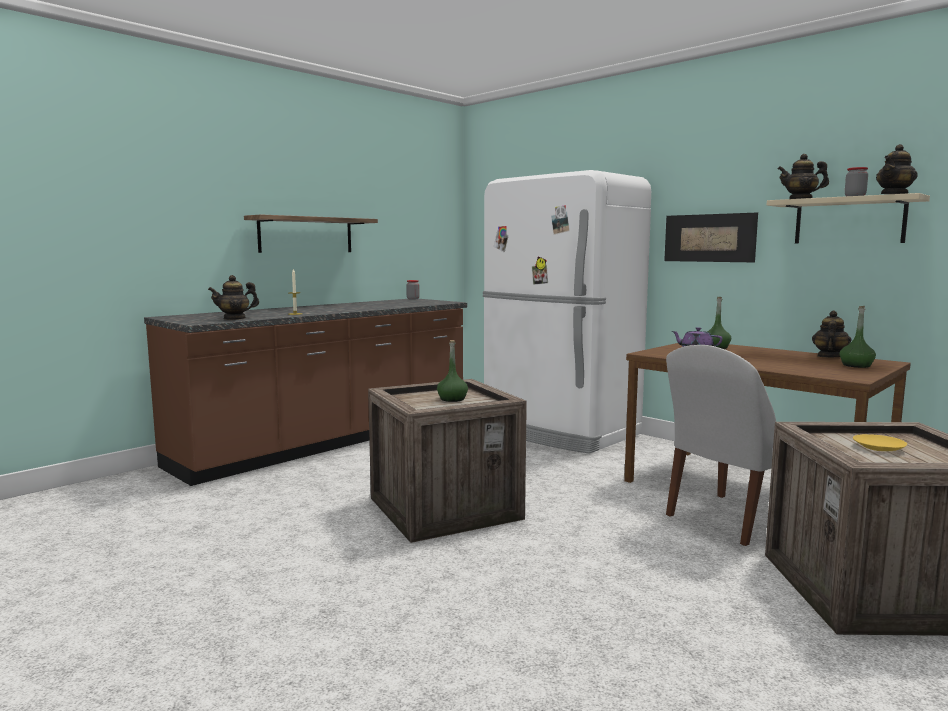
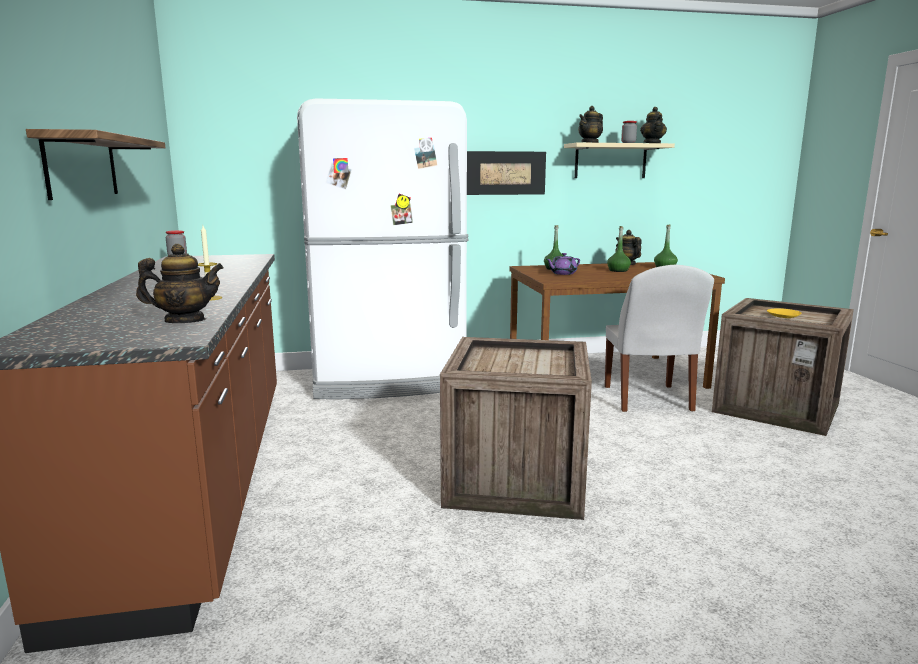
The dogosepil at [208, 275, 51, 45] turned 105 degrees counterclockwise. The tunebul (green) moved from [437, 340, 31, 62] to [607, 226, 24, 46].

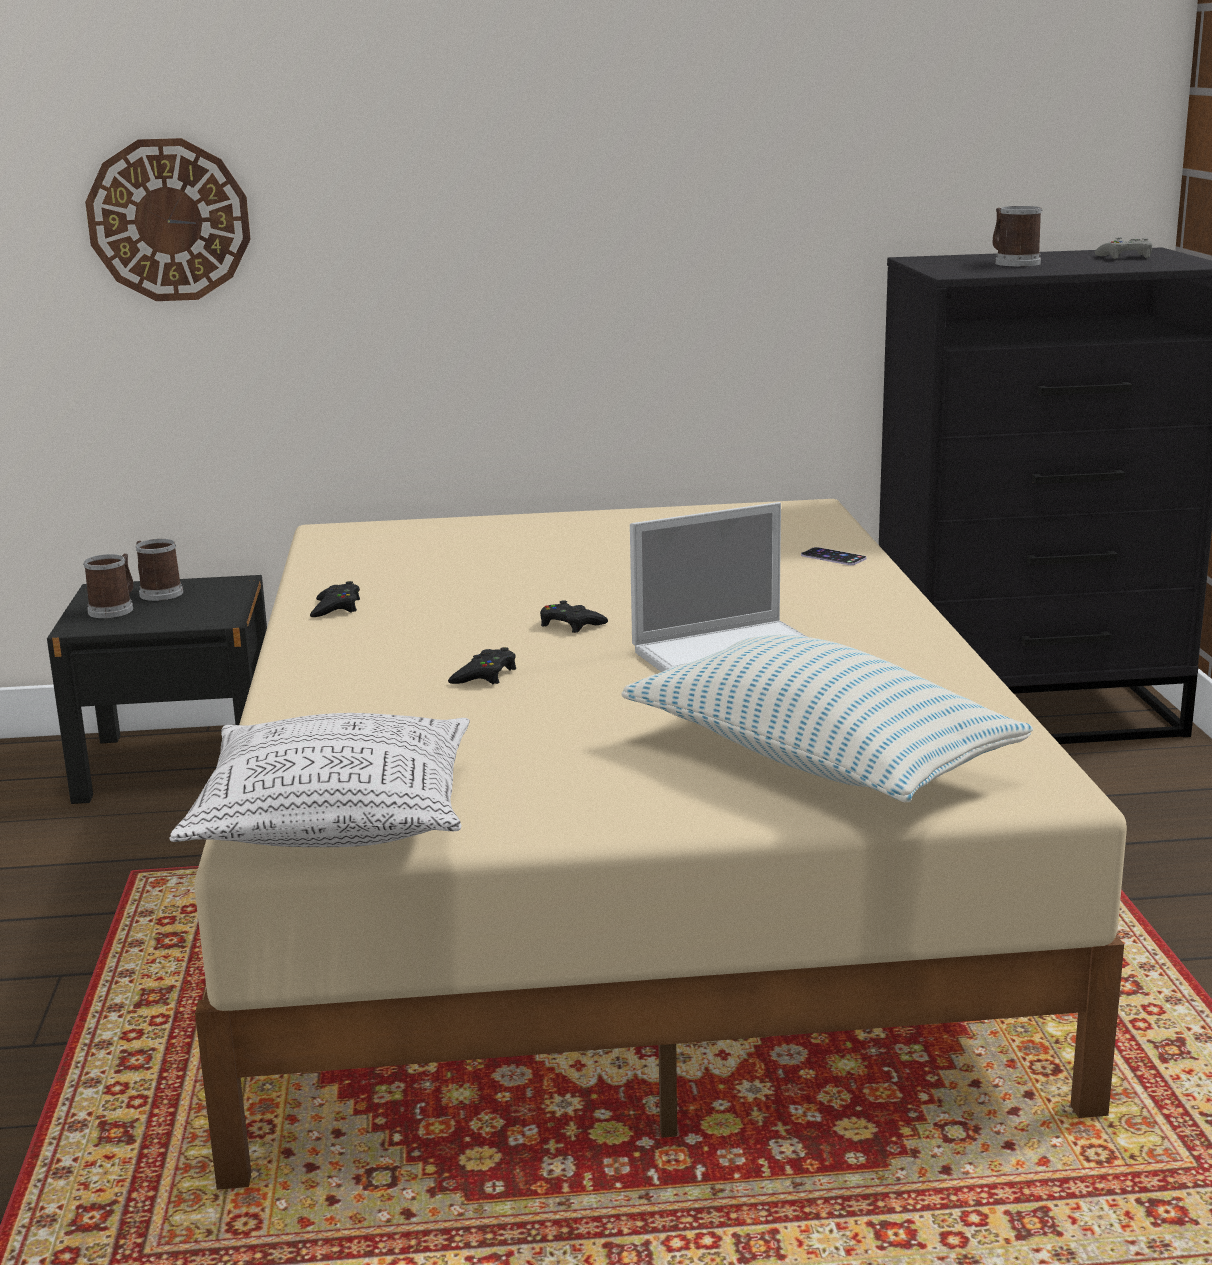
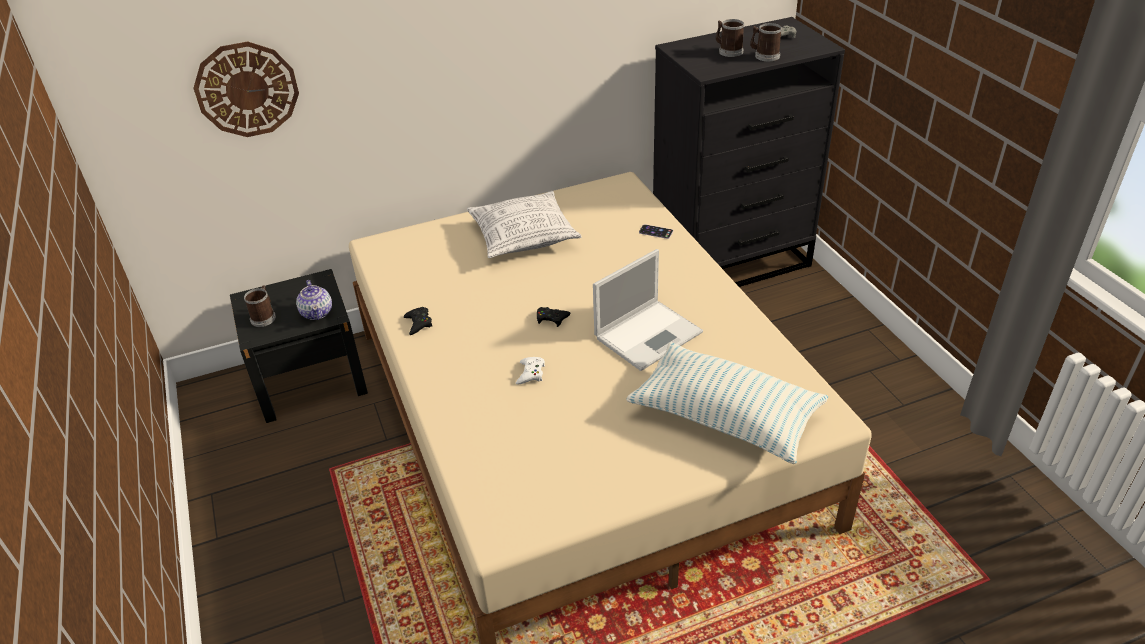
The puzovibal moved from [136, 539, 47, 62] to [750, 23, 32, 38]. The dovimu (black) at [448, 647, 68, 37] became the dovimu (white) at [516, 357, 29, 27]. The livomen moved from [169, 713, 301, 134] to [467, 191, 115, 67]. The dogosepil at [296, 280, 36, 40] appeared.

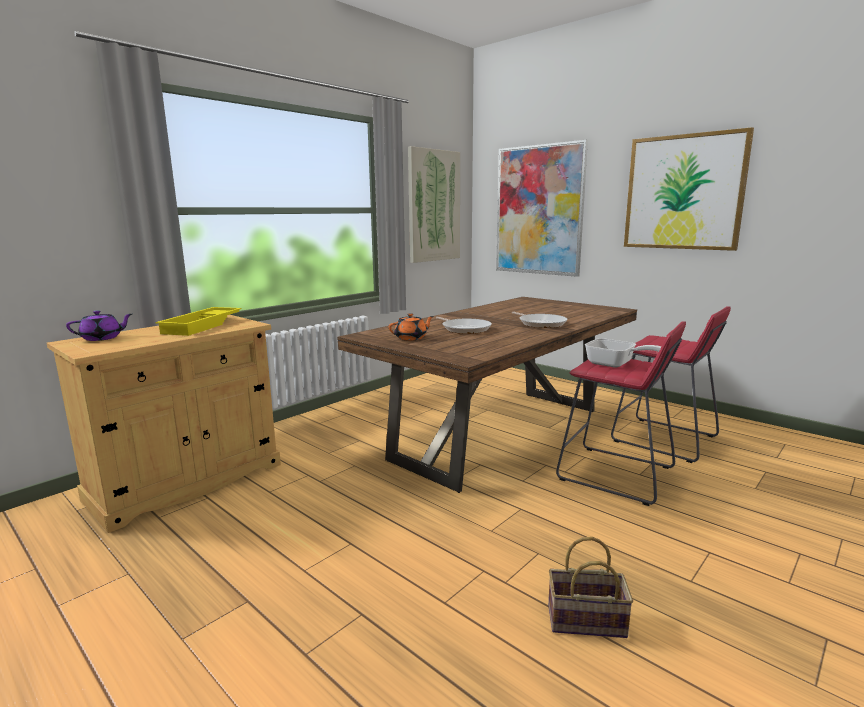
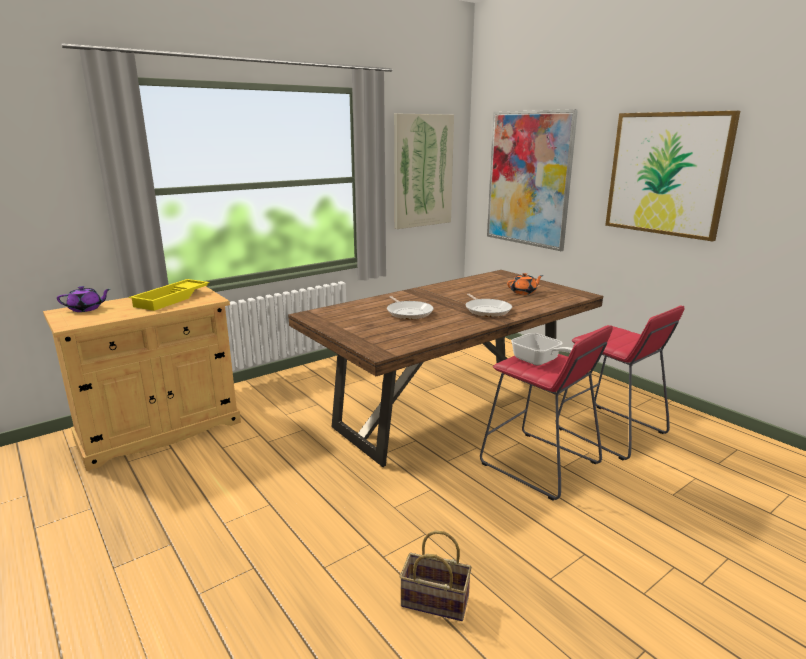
The dogosepil (orange) moved from [389, 313, 45, 28] to [507, 273, 36, 22].

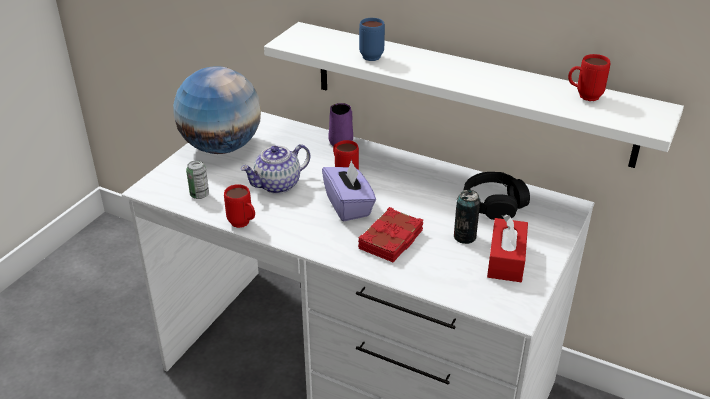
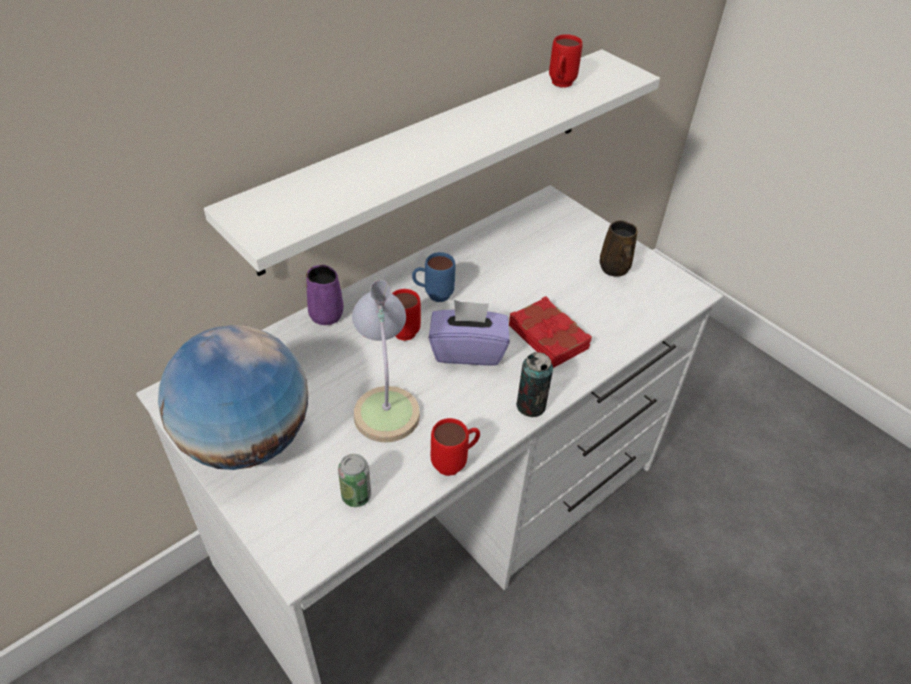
The puzovibal (blue) moved from [359, 18, 26, 43] to [412, 252, 44, 50]. The dogosepil at [240, 144, 70, 50] was replaced by the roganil at [352, 280, 68, 162]. The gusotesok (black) at [463, 172, 67, 48] disappeared. The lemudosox moved from [454, 190, 27, 54] to [516, 352, 37, 65]. The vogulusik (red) at [487, 215, 41, 67] was replaced by the puzovibal (brown) at [600, 220, 38, 57].

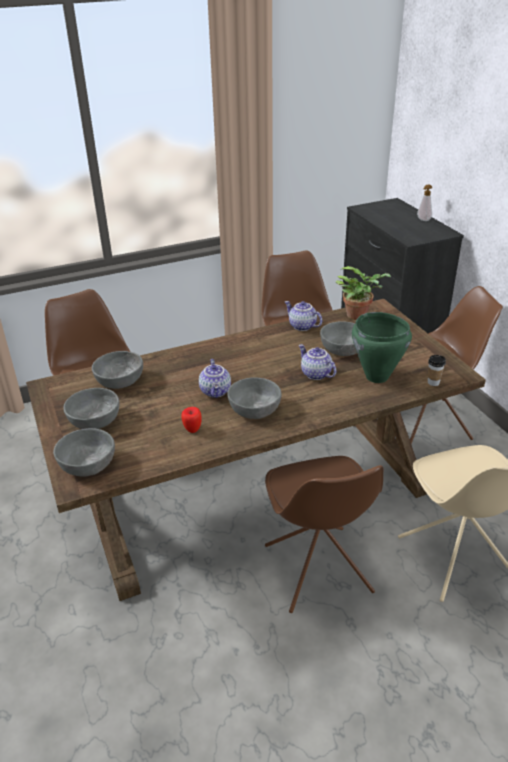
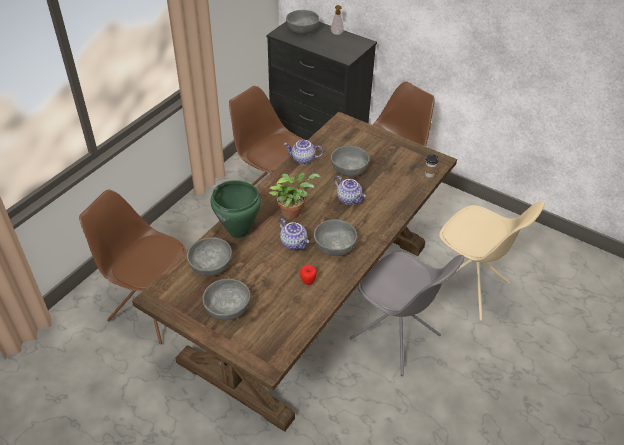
The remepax moved from [336, 266, 55, 54] to [269, 173, 52, 46]. The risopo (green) moved from [352, 312, 60, 71] to [211, 180, 50, 58]. The dogosepil at [299, 344, 37, 36] turned 150 degrees counterclockwise. The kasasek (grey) moved from [53, 428, 62, 49] to [286, 10, 34, 24]. The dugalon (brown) at [265, 456, 119, 157] became the dugalon (grey) at [350, 252, 114, 124].

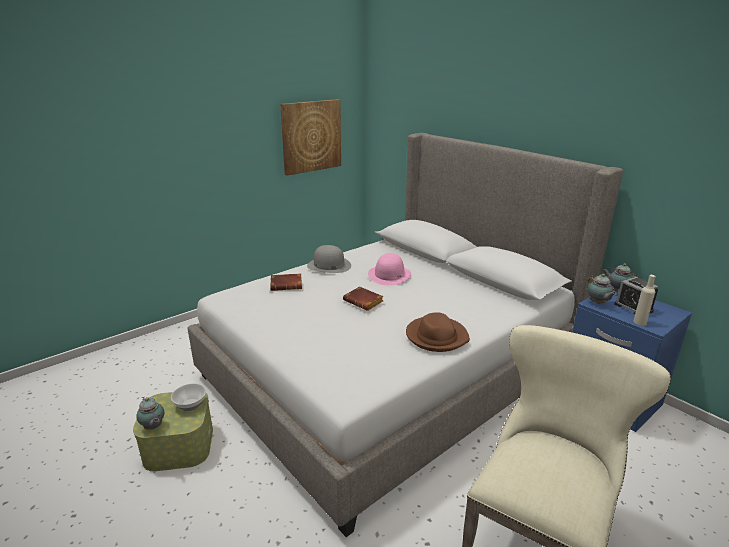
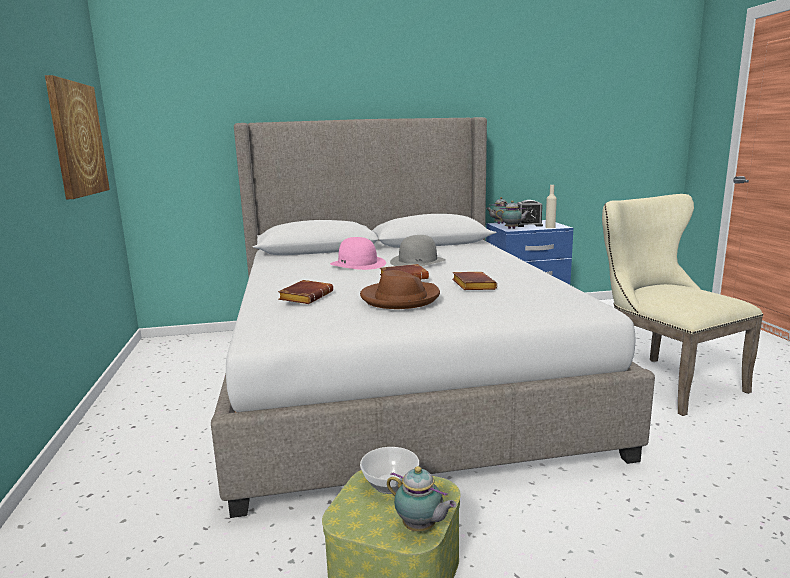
The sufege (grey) moved from [307, 245, 44, 28] to [390, 235, 56, 31]. The sufege (brown) moved from [406, 312, 64, 40] to [360, 270, 80, 39]. The dogosepil at [136, 397, 28, 33] turned 45 degrees clockwise. The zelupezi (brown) at [453, 272, 44, 18] appeared.

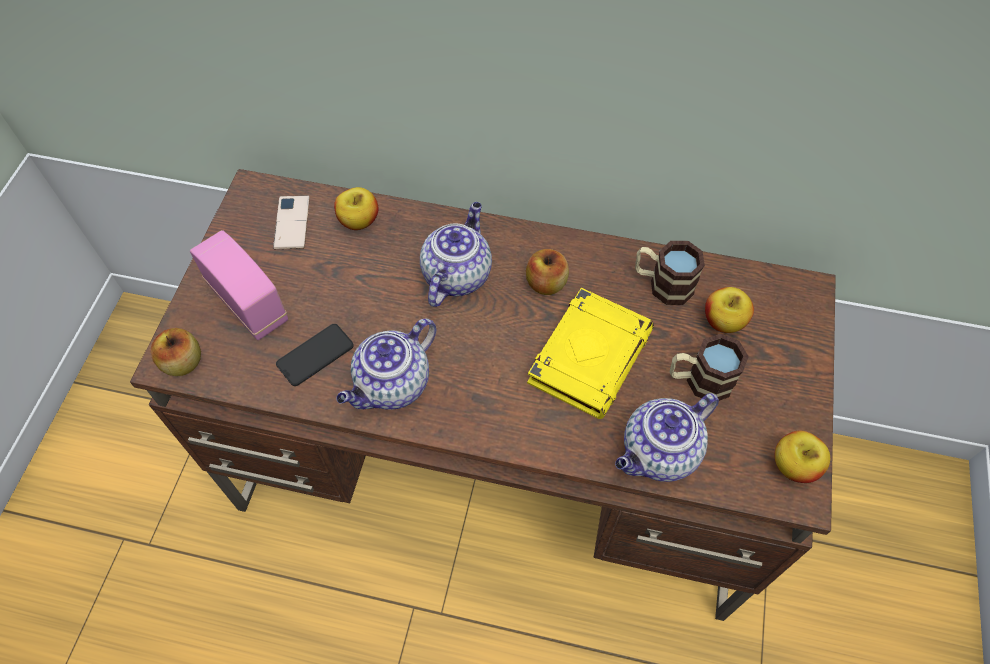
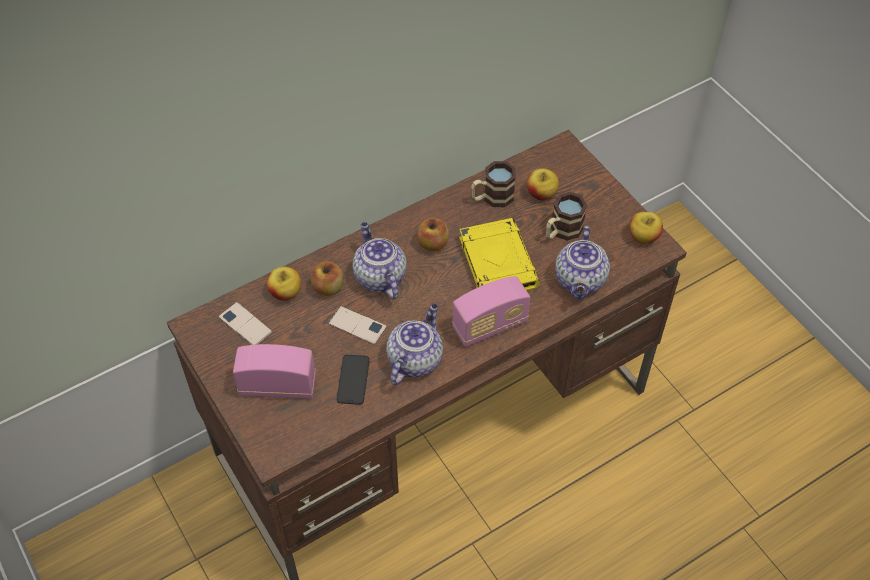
The dogosepil at [336, 319, 100, 91] turned 150 degrees counterclockwise. The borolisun moved from [150, 328, 51, 48] to [311, 261, 32, 35]. The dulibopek at [452, 276, 78, 71] appeared. The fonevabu at [328, 306, 59, 39] appeared.

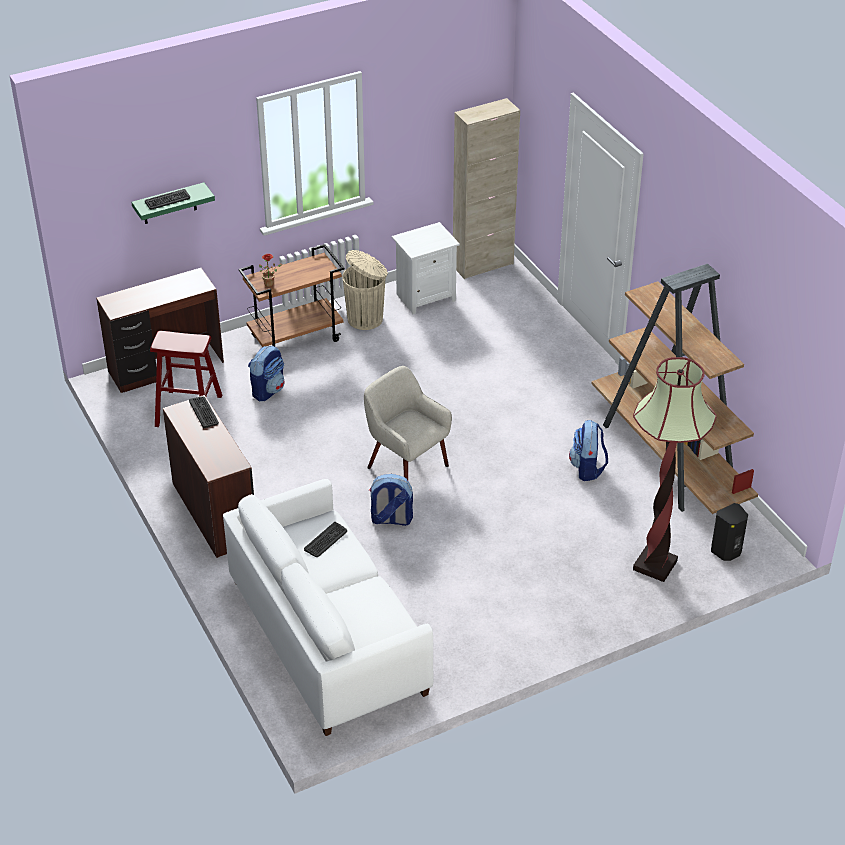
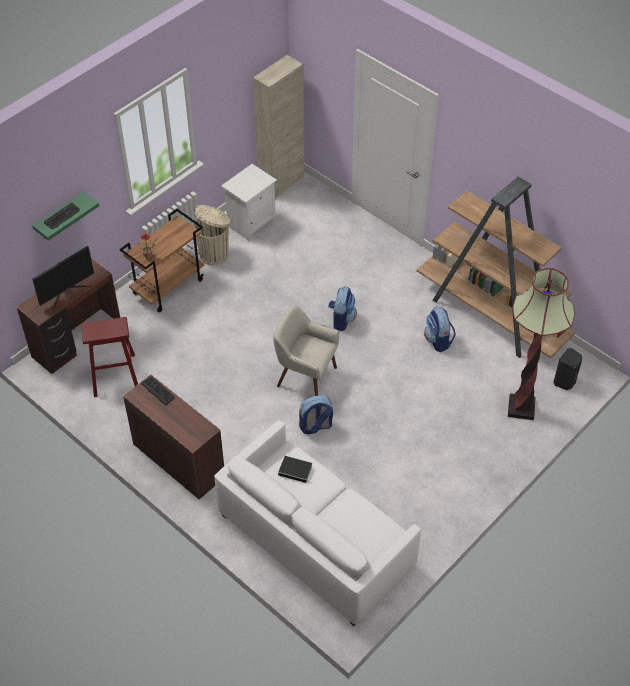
The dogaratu moved from [248, 346, 37, 55] to [328, 286, 29, 45]. The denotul at [304, 522, 43, 35] was replaced by the zelupezi at [278, 456, 34, 27]. The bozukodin at [32, 246, 62, 64] appeared.

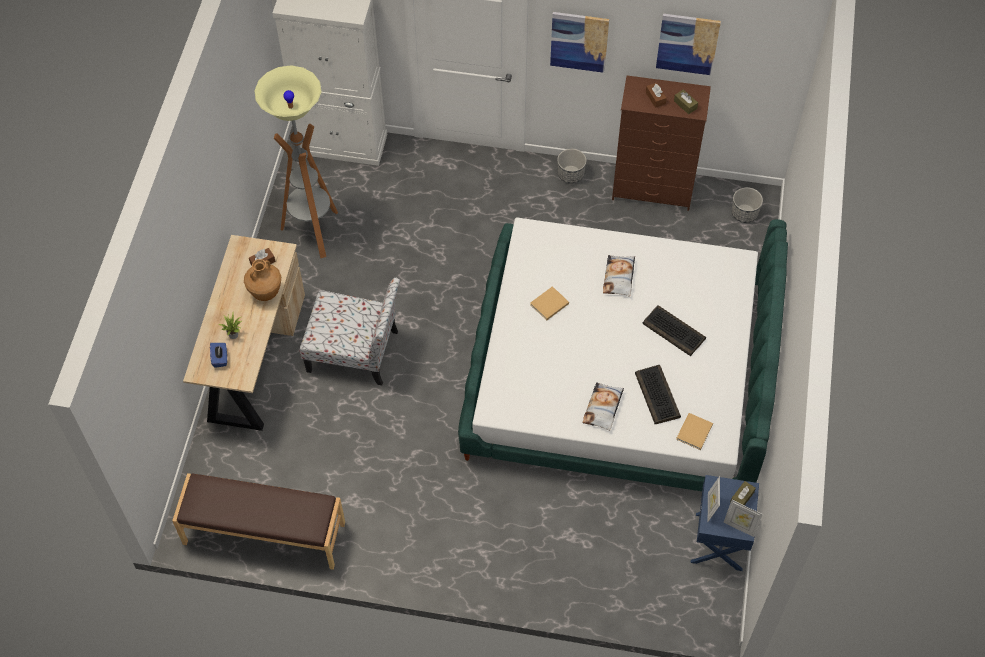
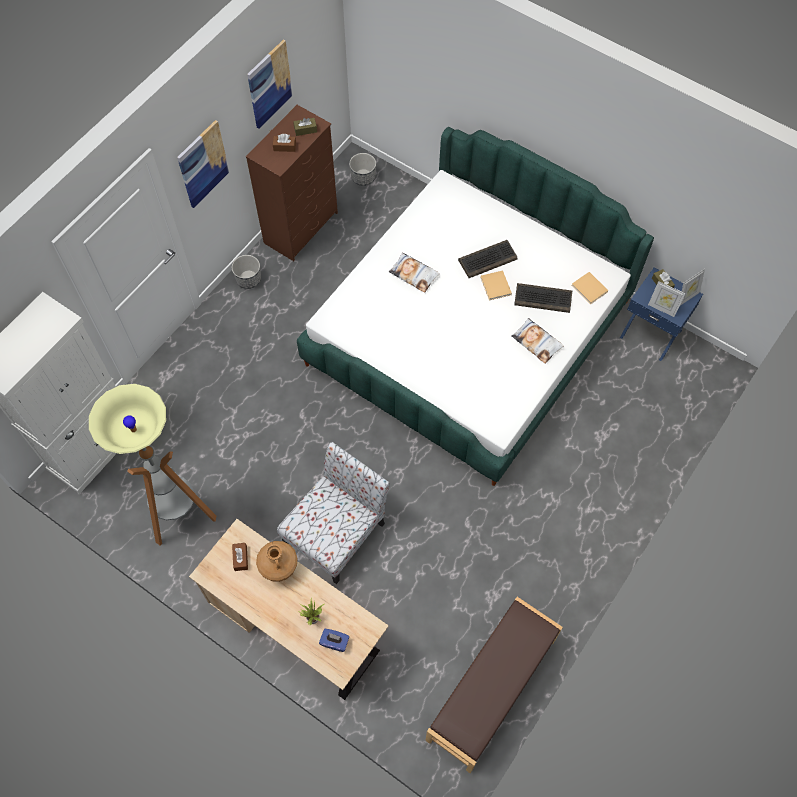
The zelupezi (beige) moved from [530, 286, 39, 35] to [480, 270, 32, 31].

